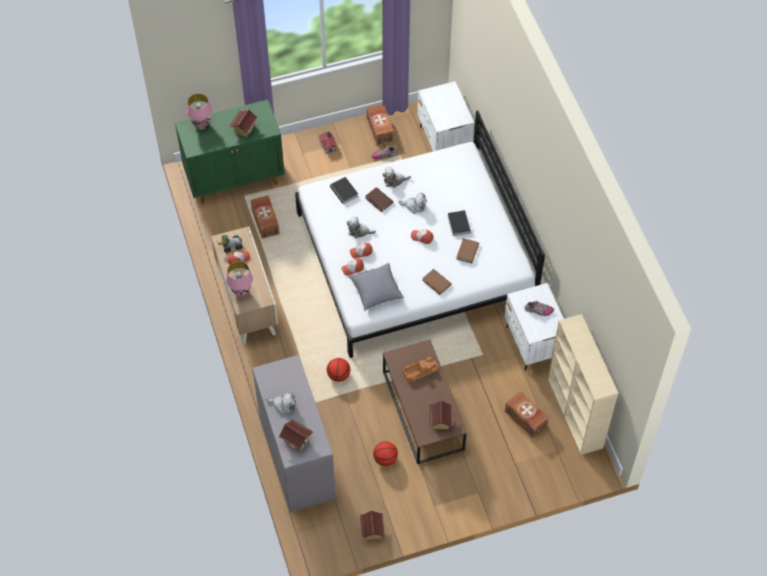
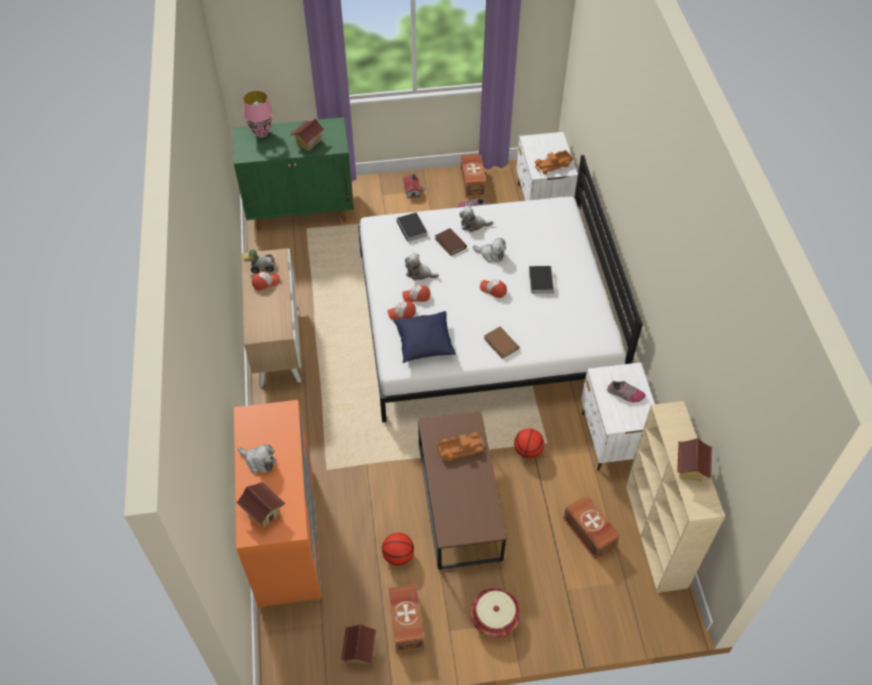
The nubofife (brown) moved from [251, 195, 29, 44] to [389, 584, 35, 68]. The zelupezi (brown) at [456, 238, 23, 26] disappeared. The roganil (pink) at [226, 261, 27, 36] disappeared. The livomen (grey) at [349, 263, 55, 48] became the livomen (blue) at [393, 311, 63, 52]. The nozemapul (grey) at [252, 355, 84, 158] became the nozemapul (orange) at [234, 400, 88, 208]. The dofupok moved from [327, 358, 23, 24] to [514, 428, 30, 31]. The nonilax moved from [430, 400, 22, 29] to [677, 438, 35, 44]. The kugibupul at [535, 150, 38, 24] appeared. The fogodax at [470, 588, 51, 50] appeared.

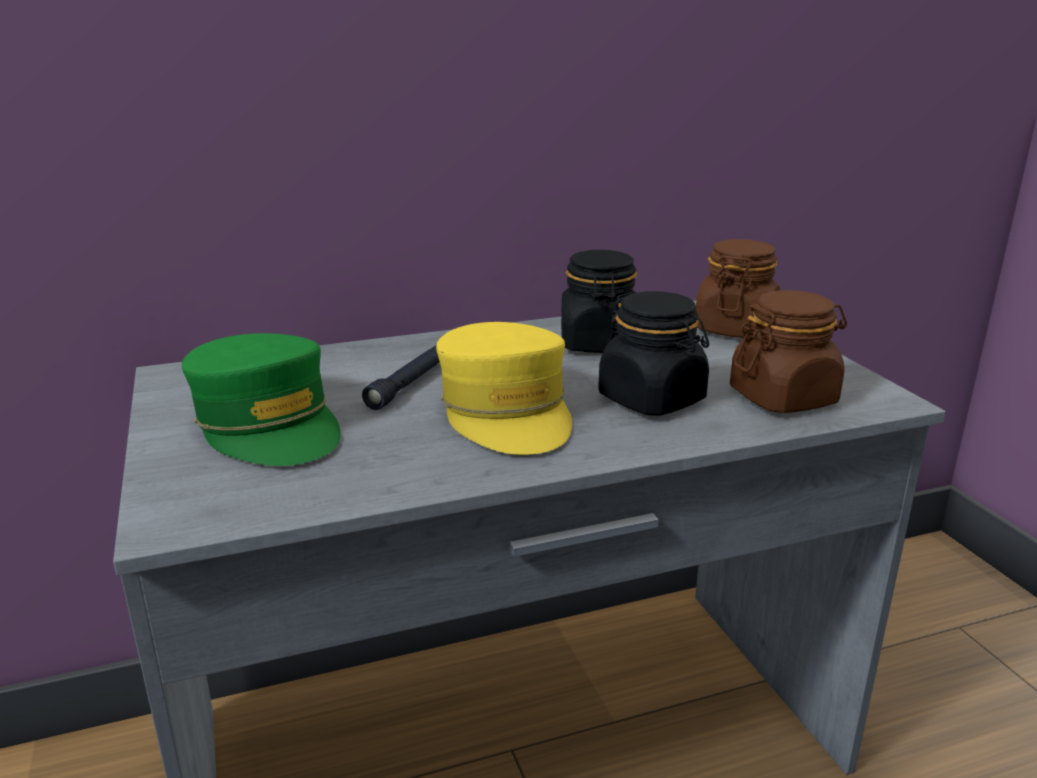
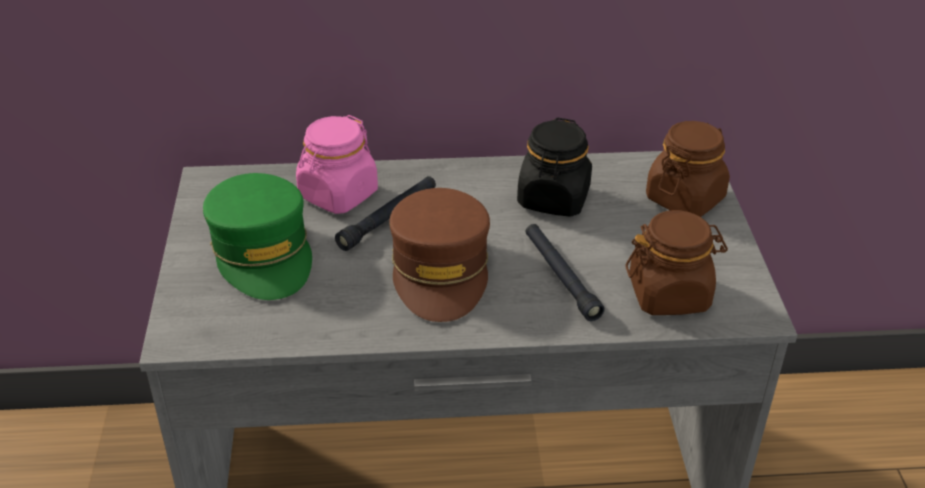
The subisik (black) at [598, 291, 111, 125] was replaced by the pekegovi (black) at [525, 224, 80, 97]. The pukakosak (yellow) at [436, 322, 136, 133] became the pukakosak (brown) at [389, 188, 101, 134]. The subisik (pink) at [296, 115, 82, 99] appeared.

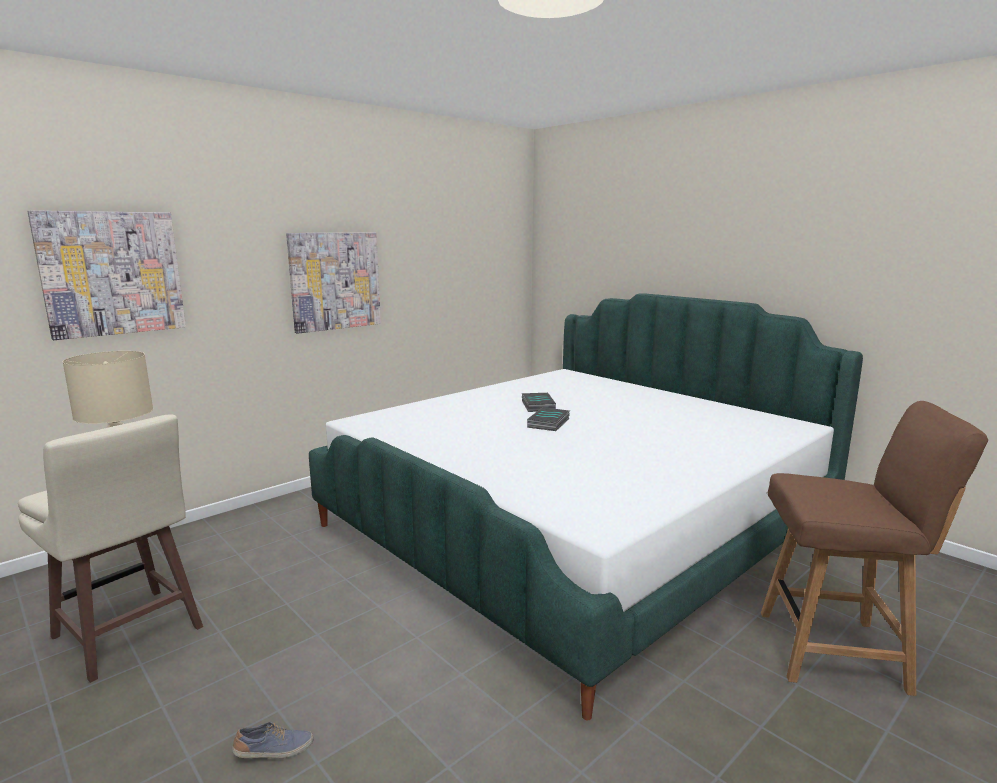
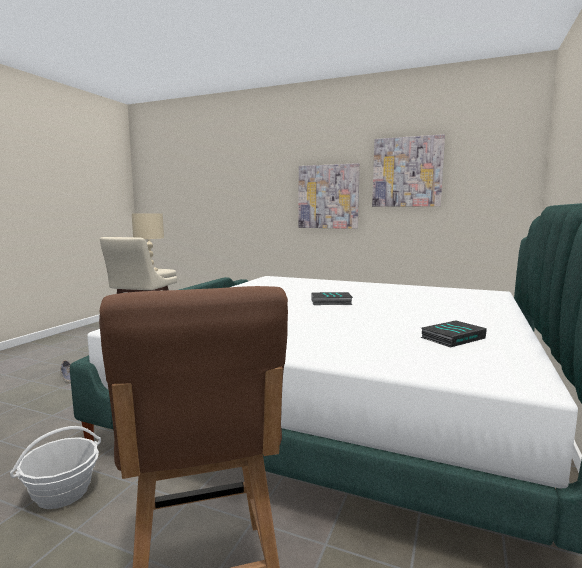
The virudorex moved from [27, 210, 159, 130] to [372, 134, 73, 73]. The zelupezi moved from [522, 393, 34, 19] to [421, 320, 66, 28]. The fogodax at [10, 426, 91, 83] appeared.

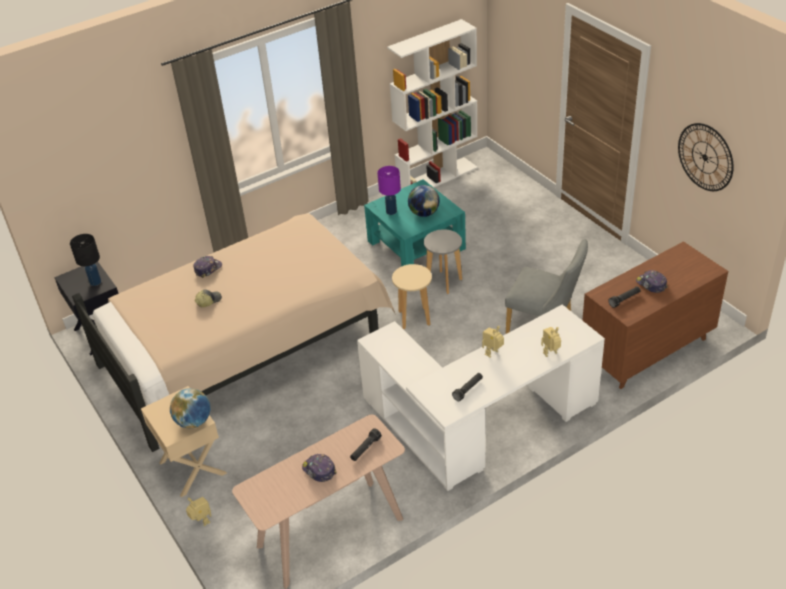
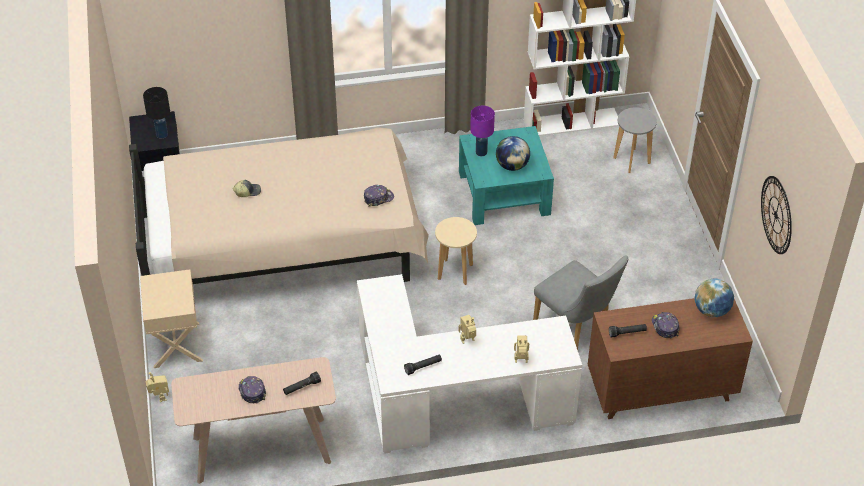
The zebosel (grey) moved from [424, 229, 38, 65] to [613, 107, 44, 66]. The pukakosak moved from [194, 256, 28, 22] to [364, 185, 30, 22]. The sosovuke moved from [170, 388, 41, 40] to [694, 279, 40, 38].

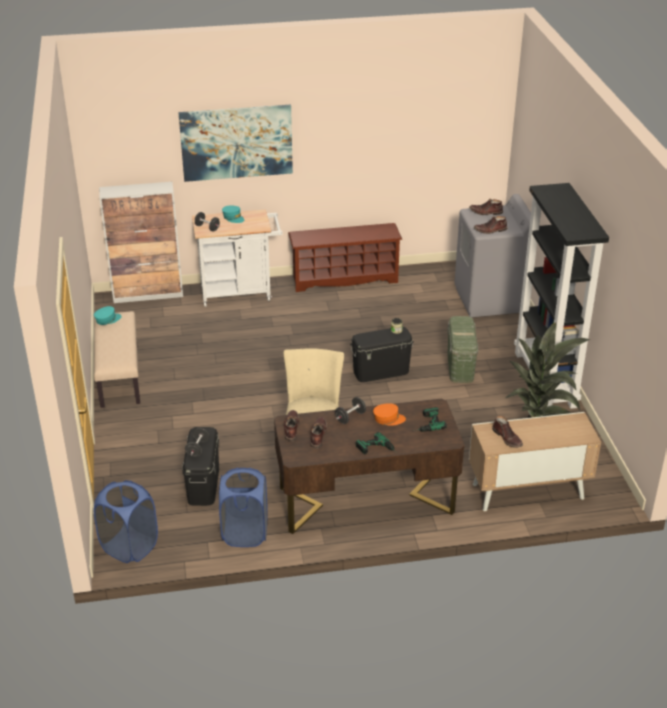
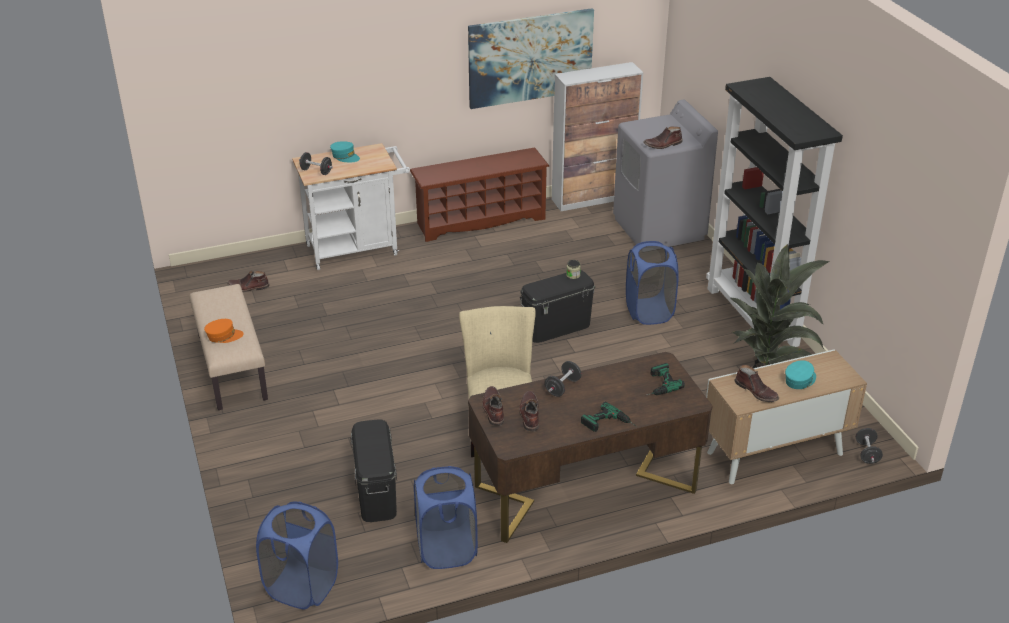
The virudorex moved from [178, 105, 115, 77] to [468, 8, 126, 101]. The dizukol moved from [99, 182, 84, 121] to [552, 62, 91, 149]. The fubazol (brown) moved from [469, 199, 34, 16] to [227, 271, 43, 21]. The pukakosak (turquoise) moved from [94, 306, 28, 19] to [785, 360, 31, 29]. The nubofife (green) at [447, 316, 31, 67] was replaced by the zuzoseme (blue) at [626, 241, 53, 84]. The pukakosak (orange) moved from [373, 403, 33, 23] to [204, 319, 40, 24]. The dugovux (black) moved from [185, 428, 25, 29] to [856, 428, 27, 36].

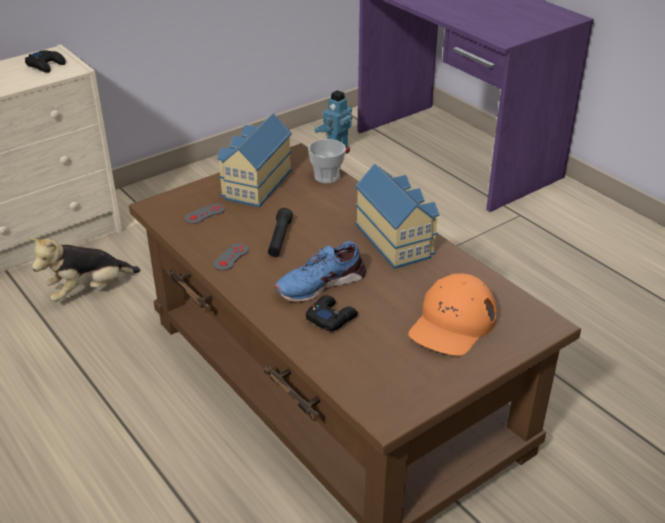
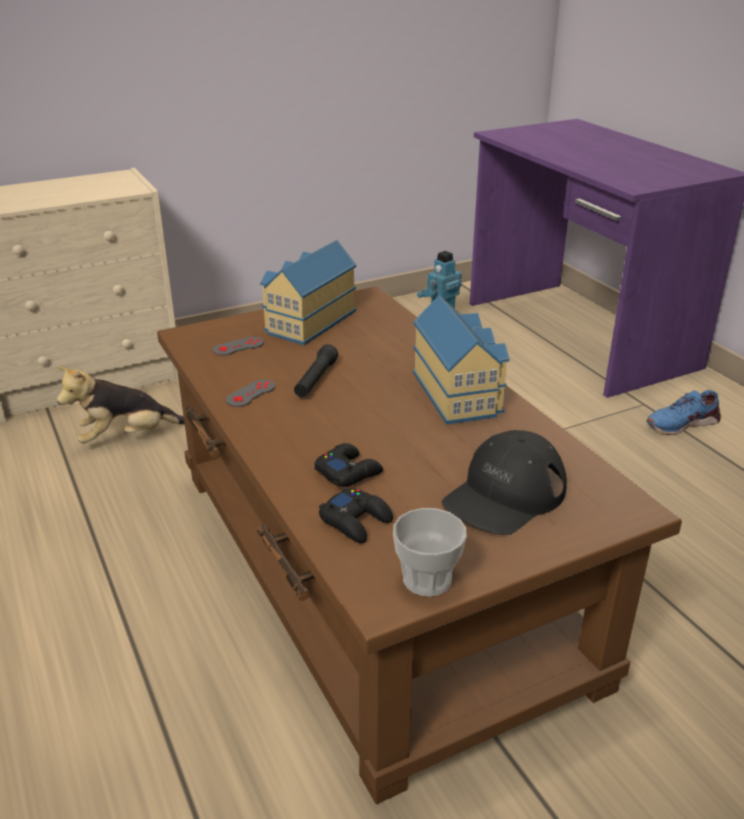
The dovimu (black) moved from [25, 50, 41, 23] to [319, 488, 74, 55]. The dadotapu moved from [308, 139, 38, 44] to [393, 508, 73, 88]. The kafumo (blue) moved from [274, 241, 92, 61] to [646, 390, 75, 45]. The pukakosak (orange) at [409, 273, 88, 83] became the pukakosak (black) at [442, 430, 125, 105].

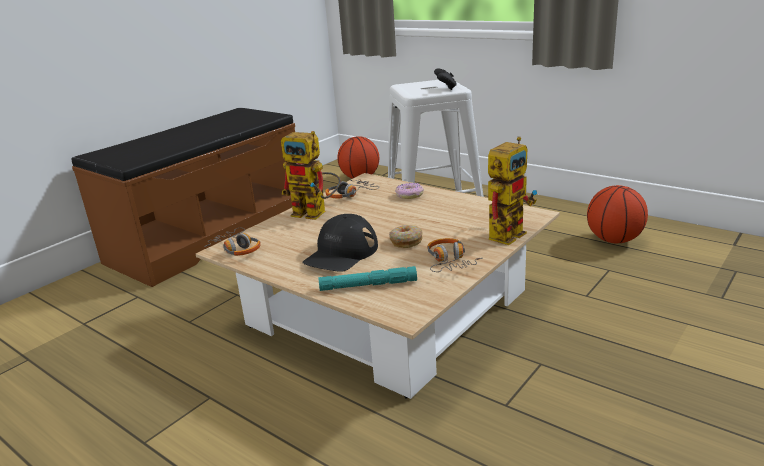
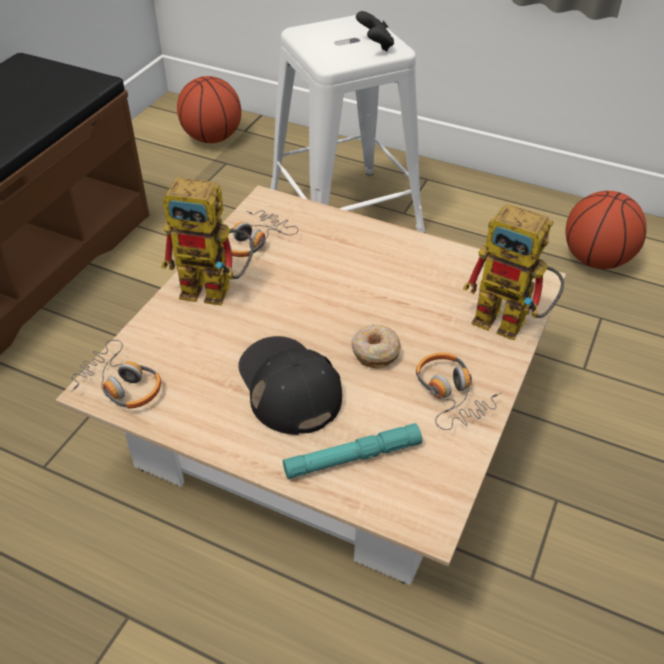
The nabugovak at [488, 136, 49, 109] turned 90 degrees clockwise. The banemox at [395, 183, 29, 16] disappeared. The pukakosak (black) at [302, 214, 76, 58] turned 135 degrees clockwise.

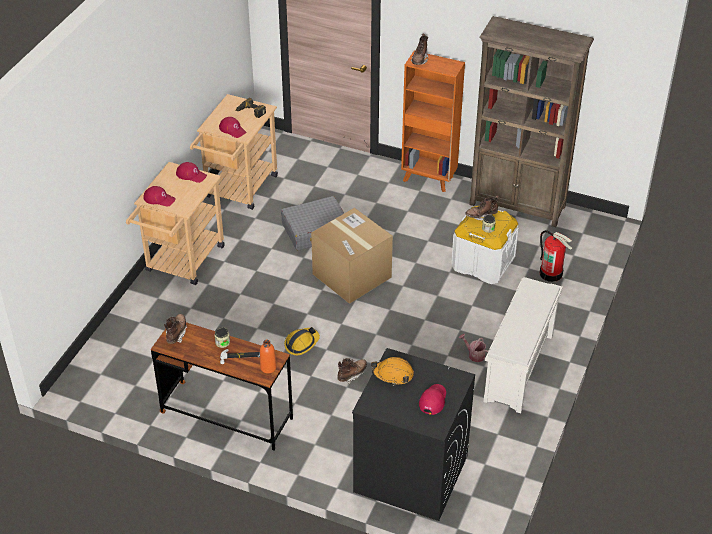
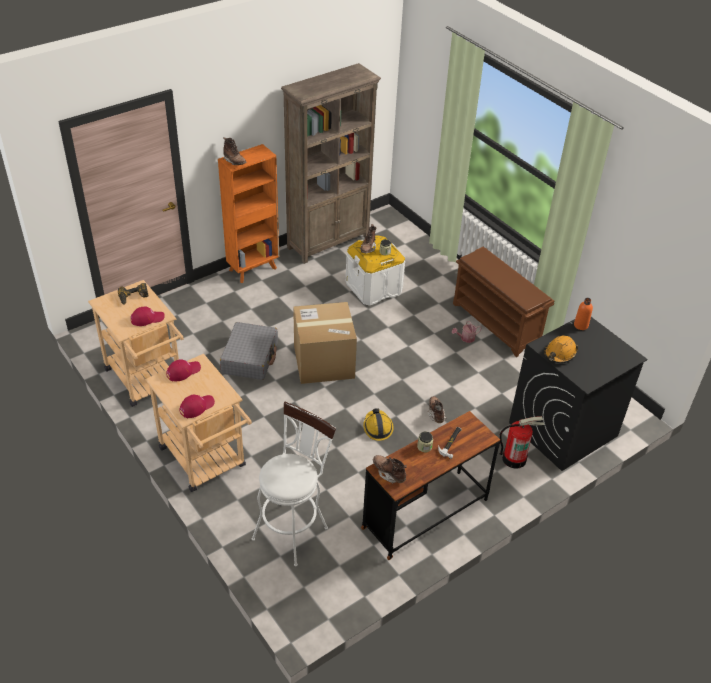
The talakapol moved from [540, 230, 32, 52] to [499, 416, 45, 53]. The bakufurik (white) at [483, 277, 80, 137] became the bakufurik (brown) at [453, 247, 101, 110]. The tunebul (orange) moved from [260, 340, 17, 34] to [574, 298, 19, 32]. The pukakosak (red) at [419, 384, 27, 31] disappeared. The zebosel (white) at [252, 402, 84, 164] appeared.

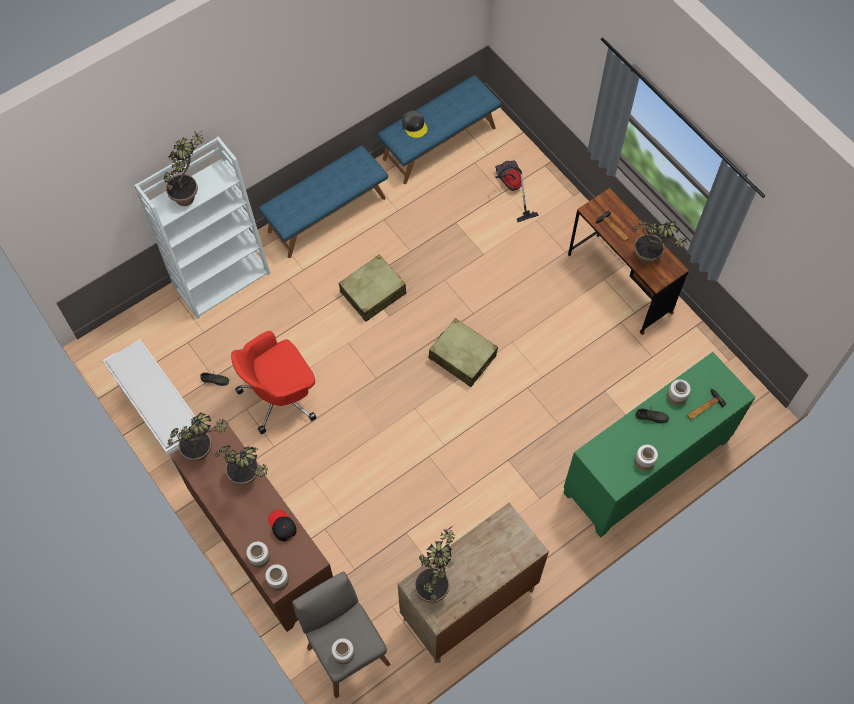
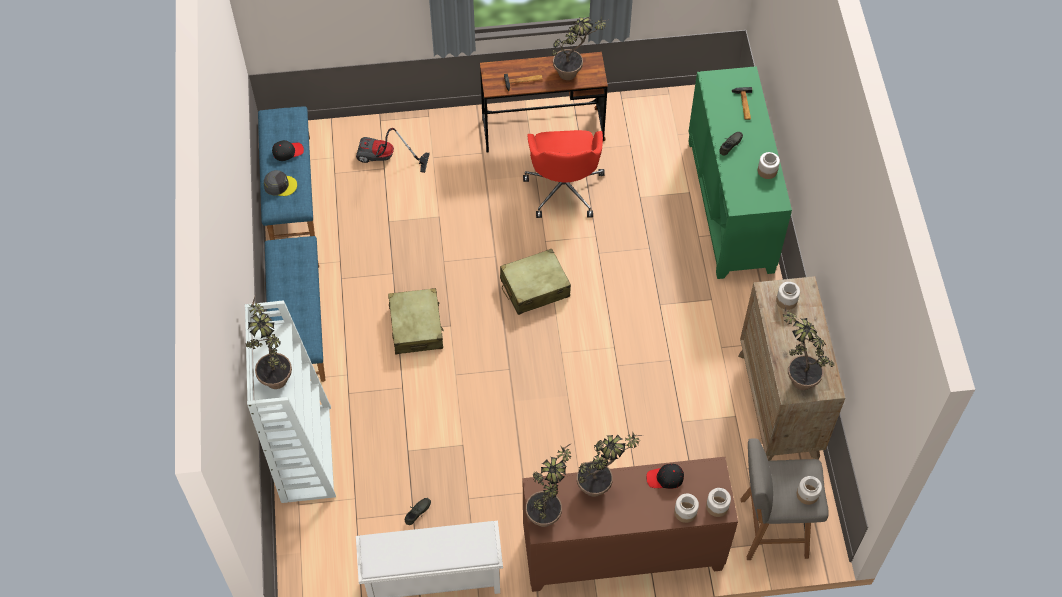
The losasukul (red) moved from [231, 331, 86, 103] to [523, 130, 82, 88]. The subisik moved from [667, 379, 24, 26] to [776, 282, 24, 28]. The pukakosak (black) at [272, 140, 32, 21] appeared.

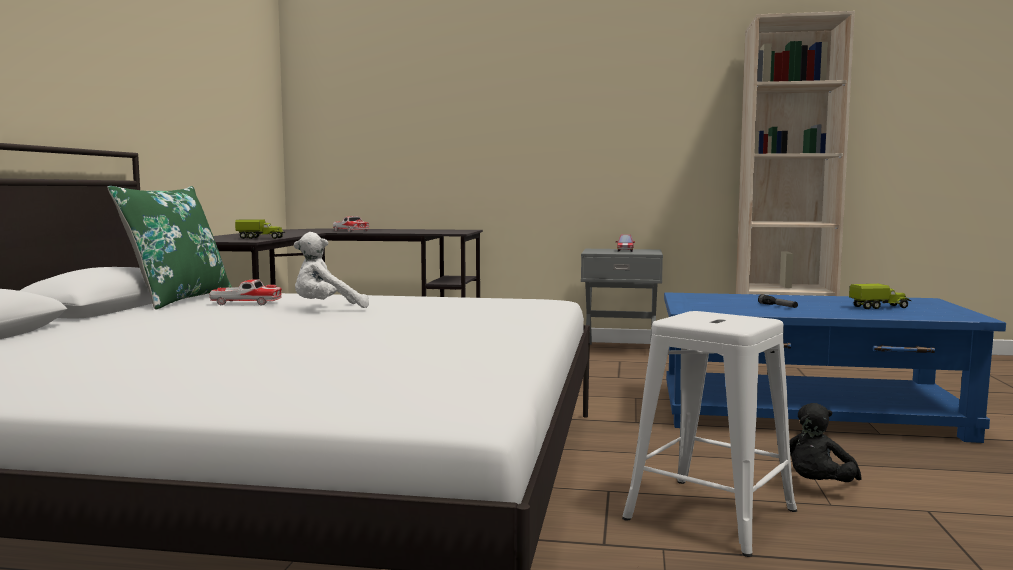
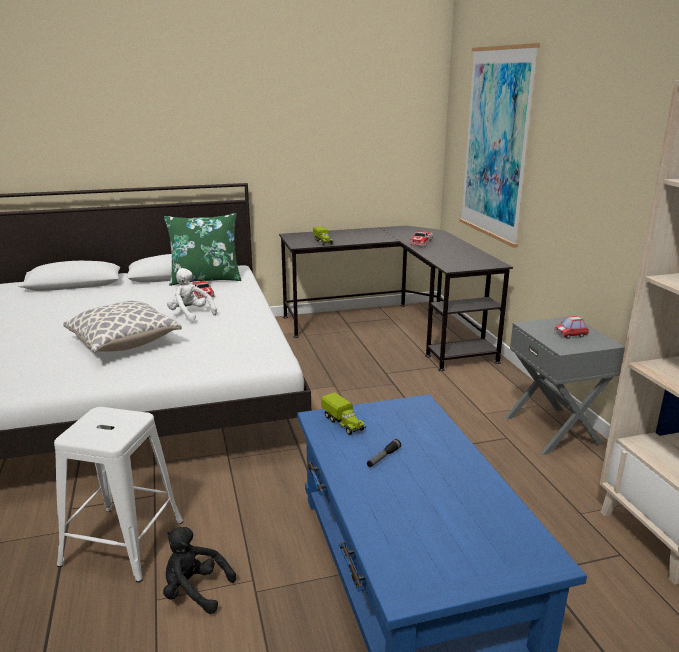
The kugibupul moved from [849, 284, 63, 25] to [321, 392, 45, 43]. The virudorex at [459, 43, 81, 205] appeared. The livomen at [63, 301, 119, 53] appeared.

